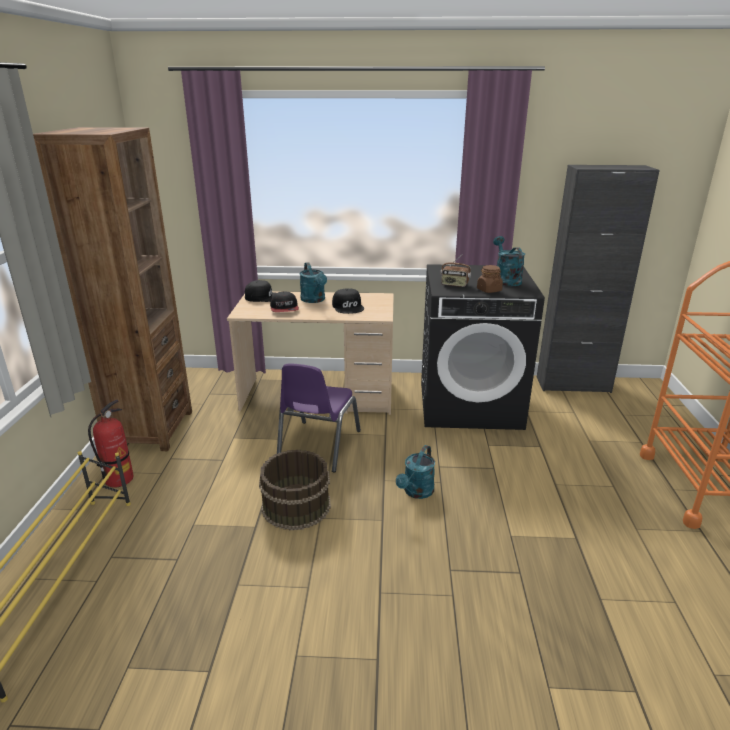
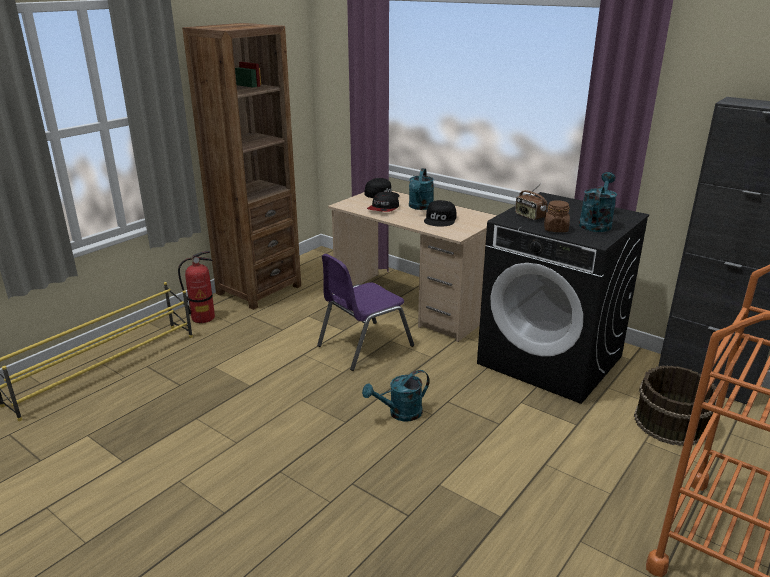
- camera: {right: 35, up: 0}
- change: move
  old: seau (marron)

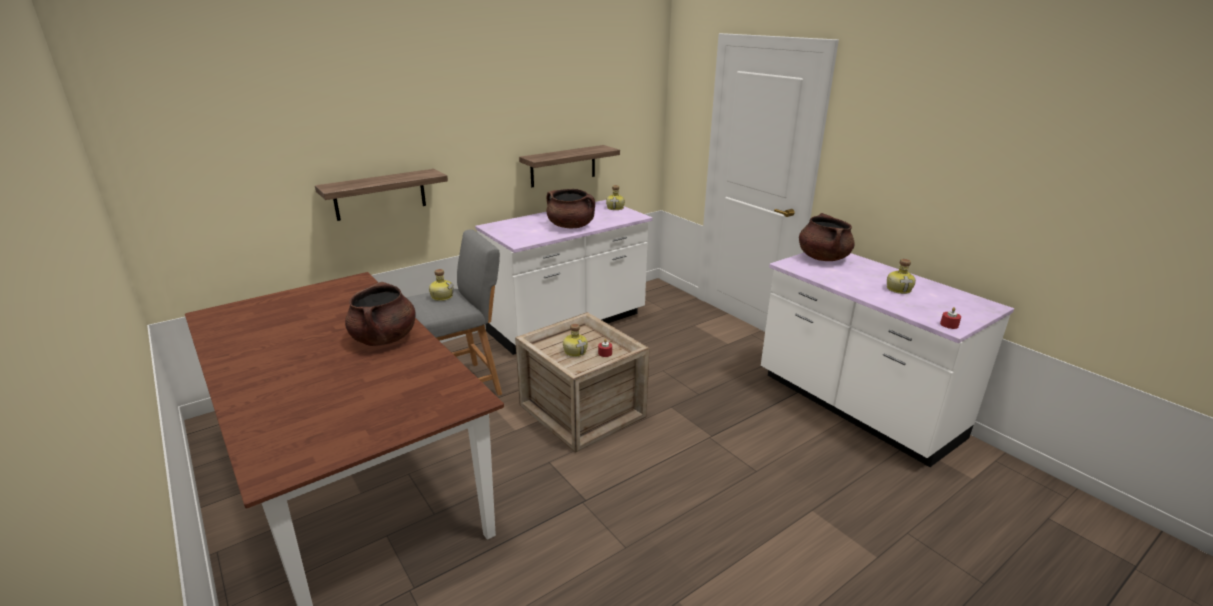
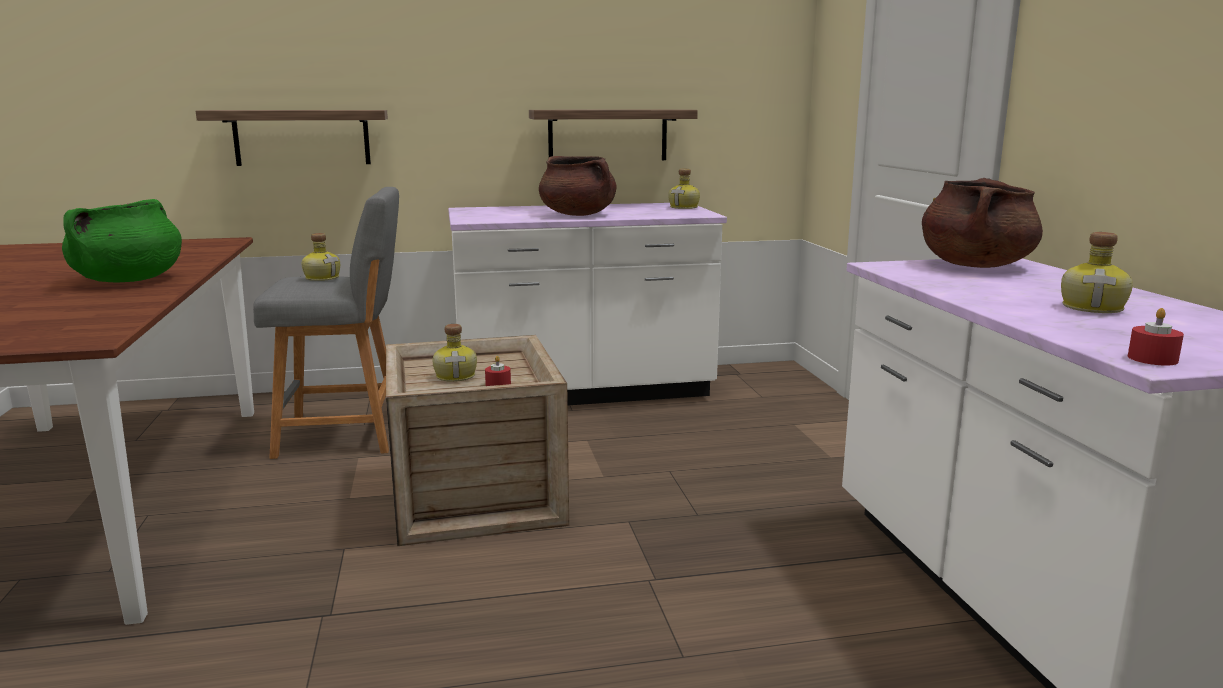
- camera: {right: 25, up: -10}
- change: recolor
  old: marmite (marron) (1st from left)
  new: marmite (vert)

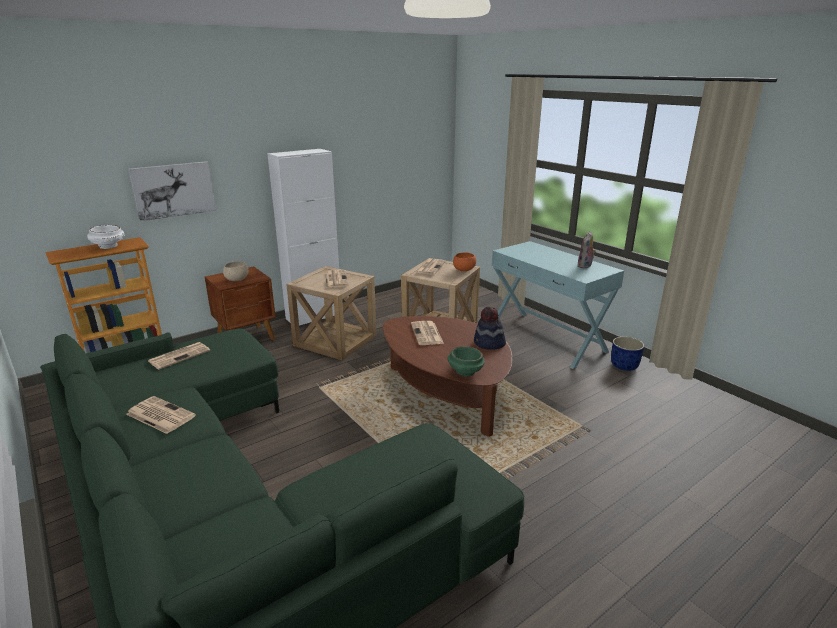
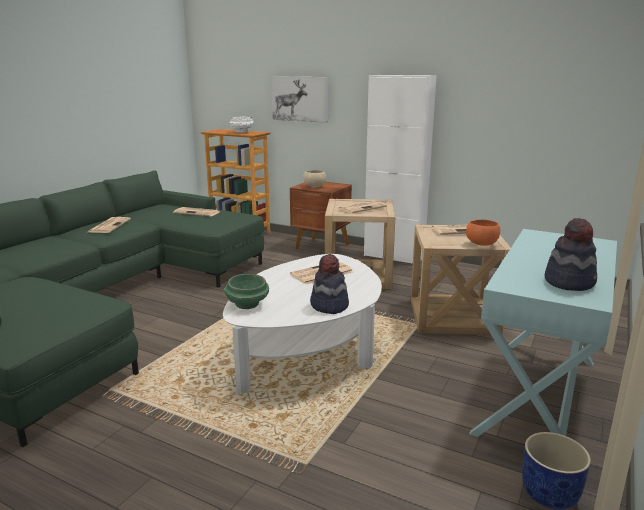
- camera: {right: 65, up: -5}
- change: replace
  old: peluche
  new: chapeau (2nd from left)
- change: recolor
  old: table basse (marron)
  new: table basse (blanc)

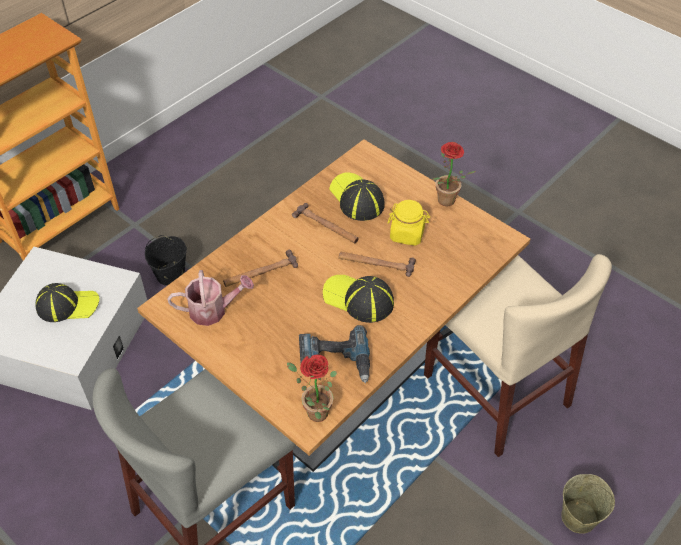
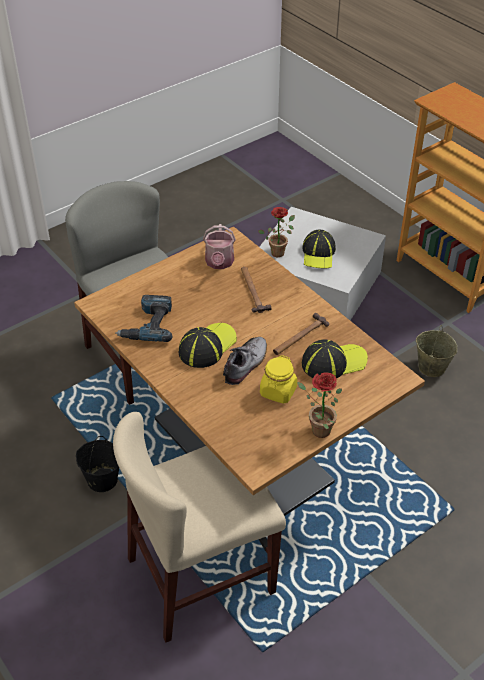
- camera: {right: 100, up: -5}
- change: move
  old: seau (noir)
- change: move
  old: plante en pot (1st from left)
- change: move
  old: seau (beige)
- change: replace
  old: marteau (3rd from left)
  new: chaussure

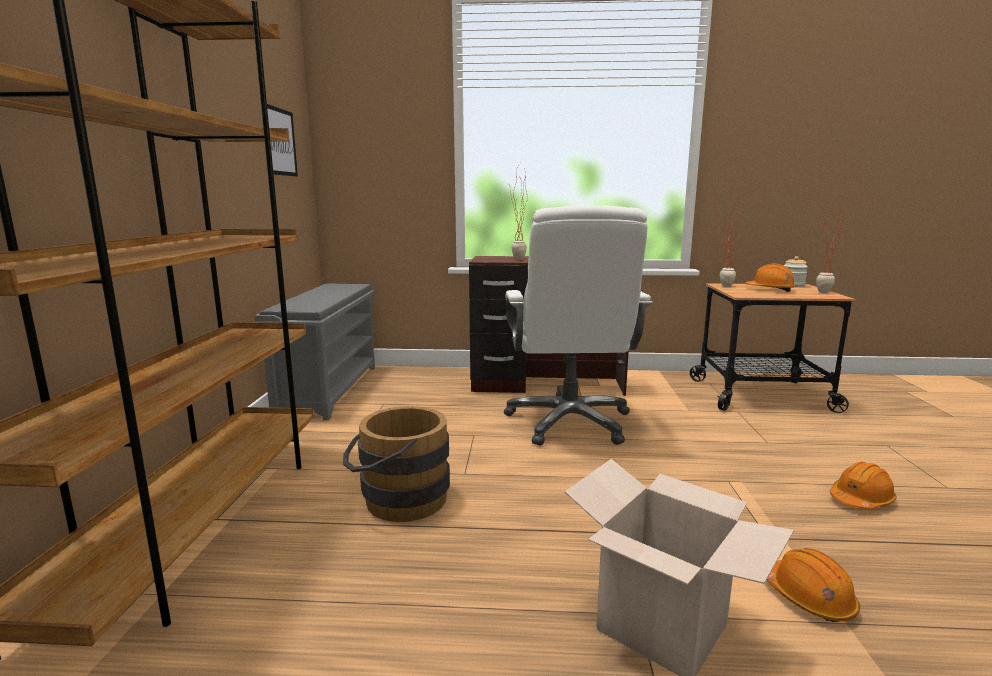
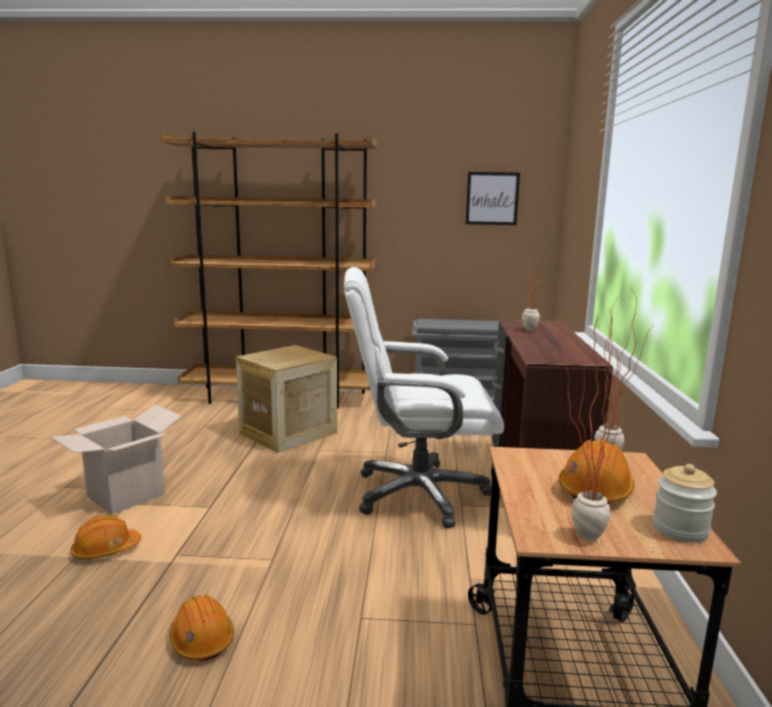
- camera: {right: 90, up: 0}
- change: replace
  old: seau (marron)
  new: caisse

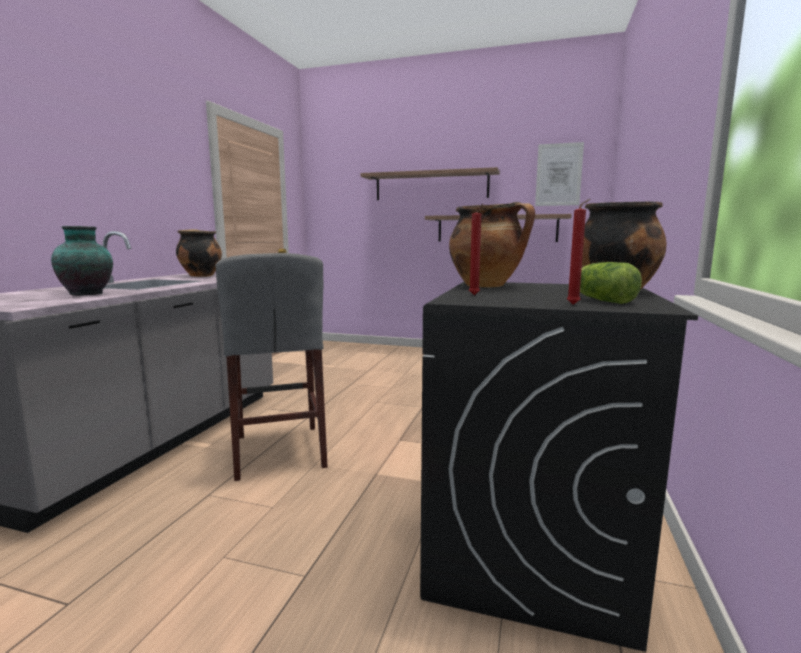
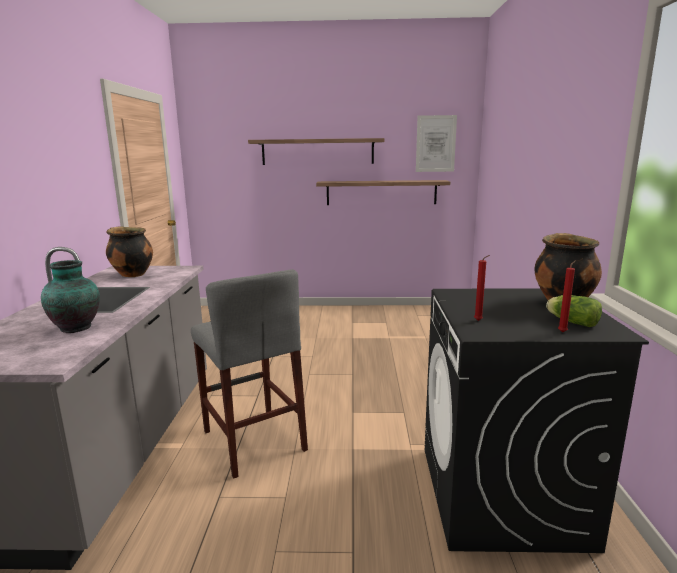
- camera: {right: -15, up: 5}
- change: delete
  old: marmite (2nd from left)

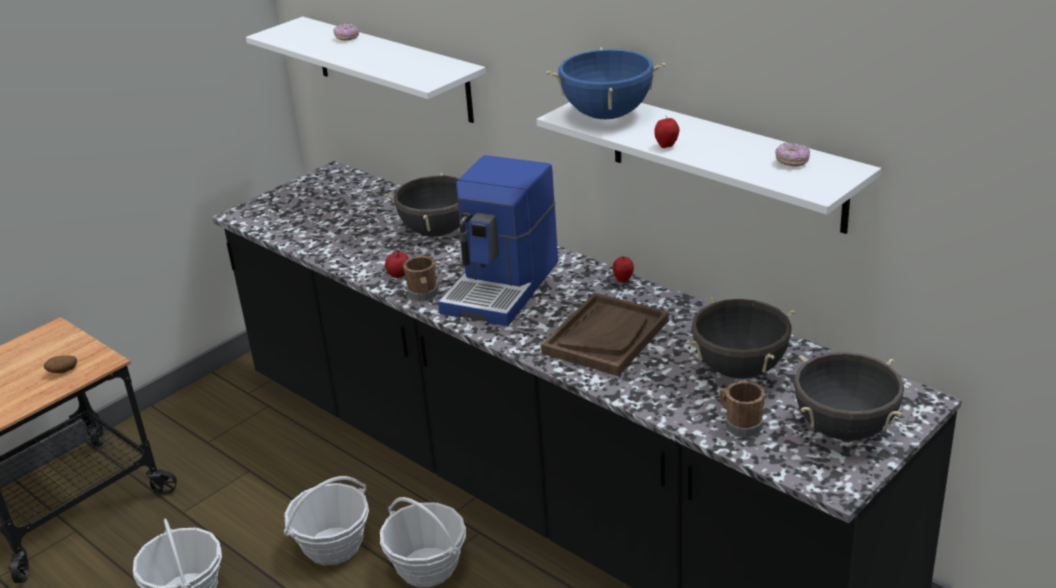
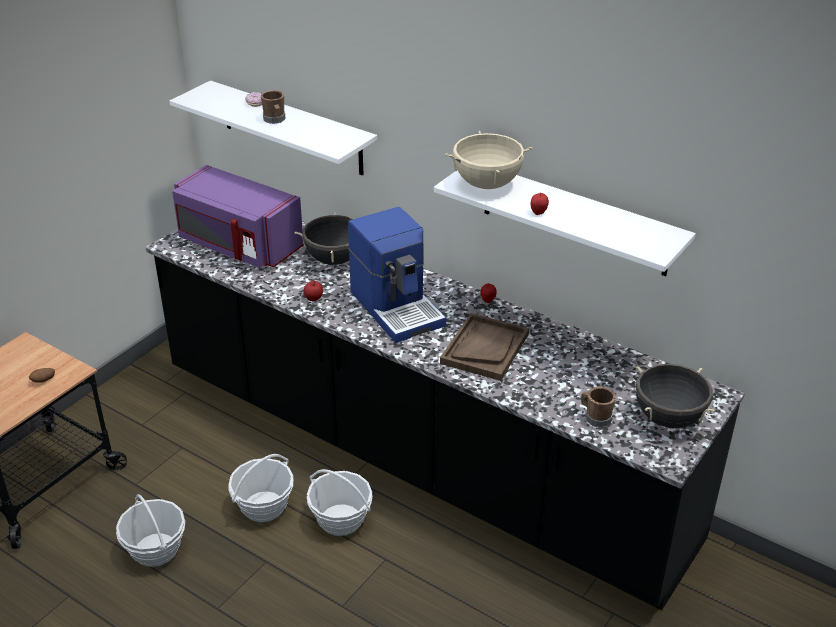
- camera: {right: -10, up: 5}
- change: delete
  old: marmite (noir) (2nd from left)
- change: delete
  old: beignet (2nd from left)
- change: insert
  new: micro-ondes (violet)
- change: move
  old: mug (marron) (1st from left)
- change: recolor
  old: marmite (bleu)
  new: marmite (beige)
- change: rotate
  old: machine à café
  degrees: -45

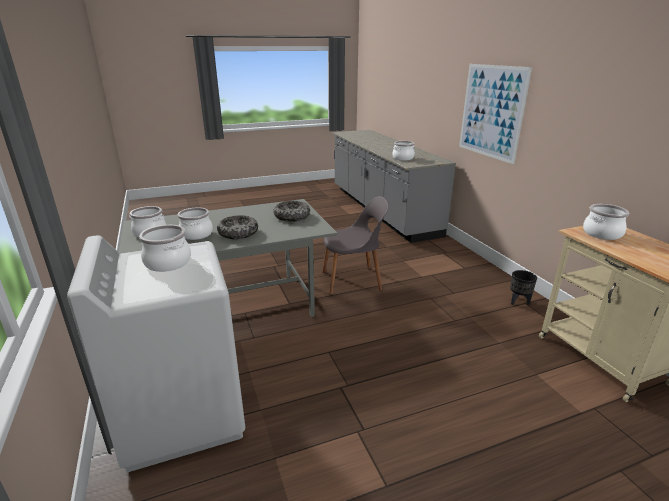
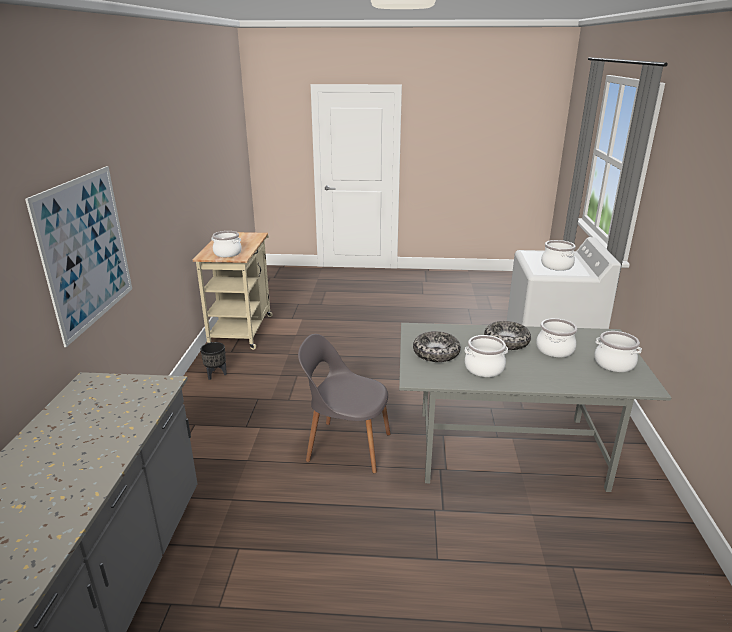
- camera: {right: -155, up: 0}
- change: move
  old: marmite (4th from left in the first image)
  new: marmite (2nd from left)

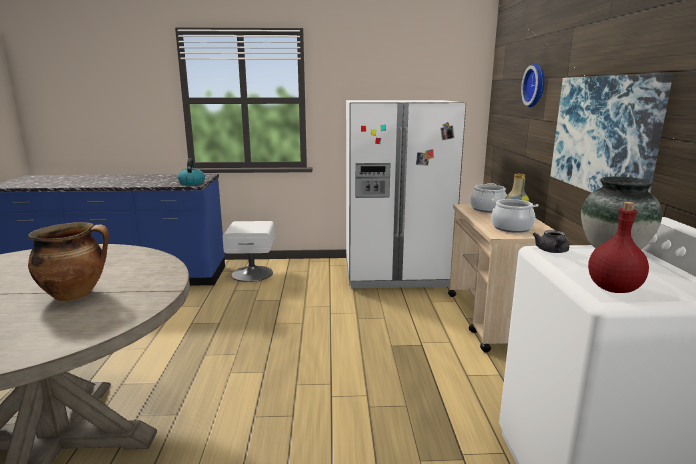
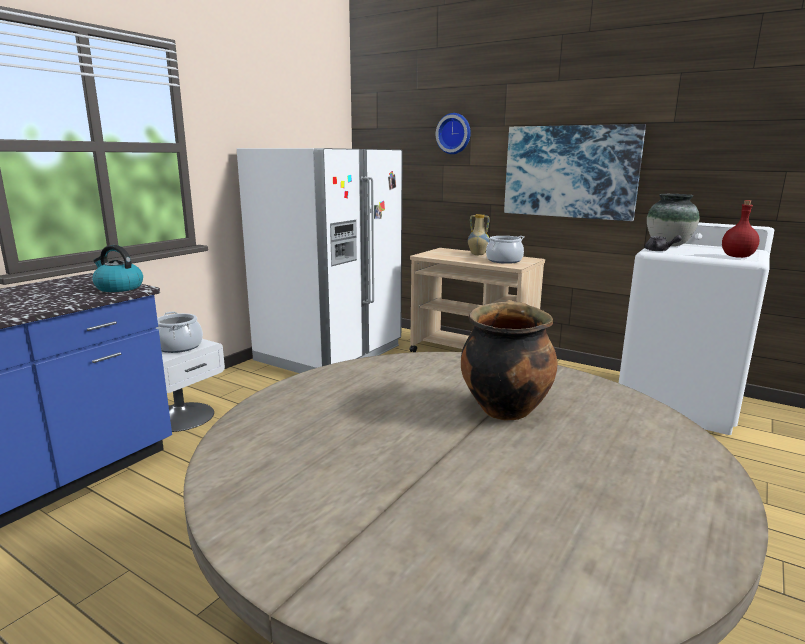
- camera: {right: -55, up: 0}
- change: move
  old: marmite (2nd from left in the first image)
  new: marmite (1st from left)

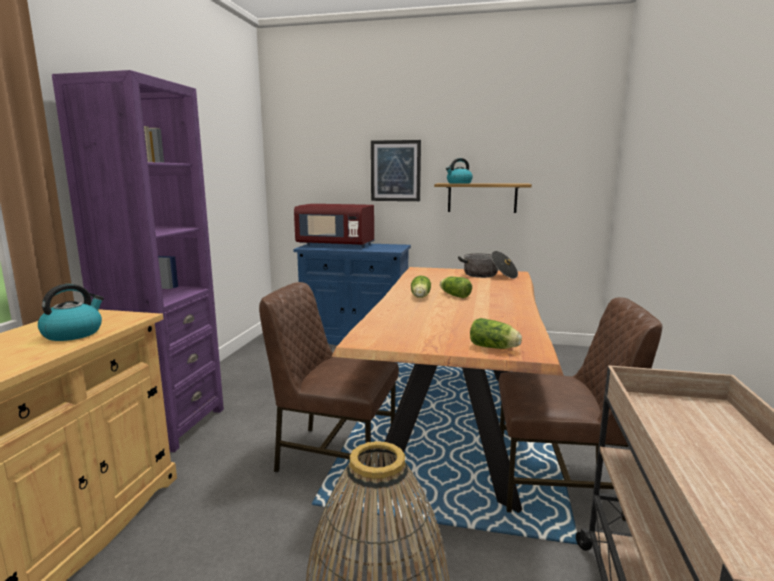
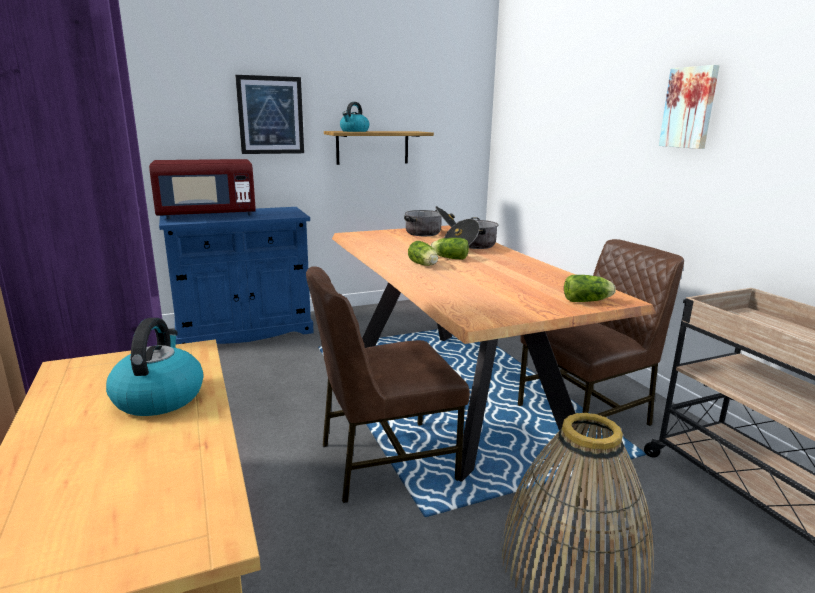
- camera: {right: -35, up: 5}
- change: insert
  new: marmite (2nd from left)
- change: insert
  new: tableau (2nd from left)

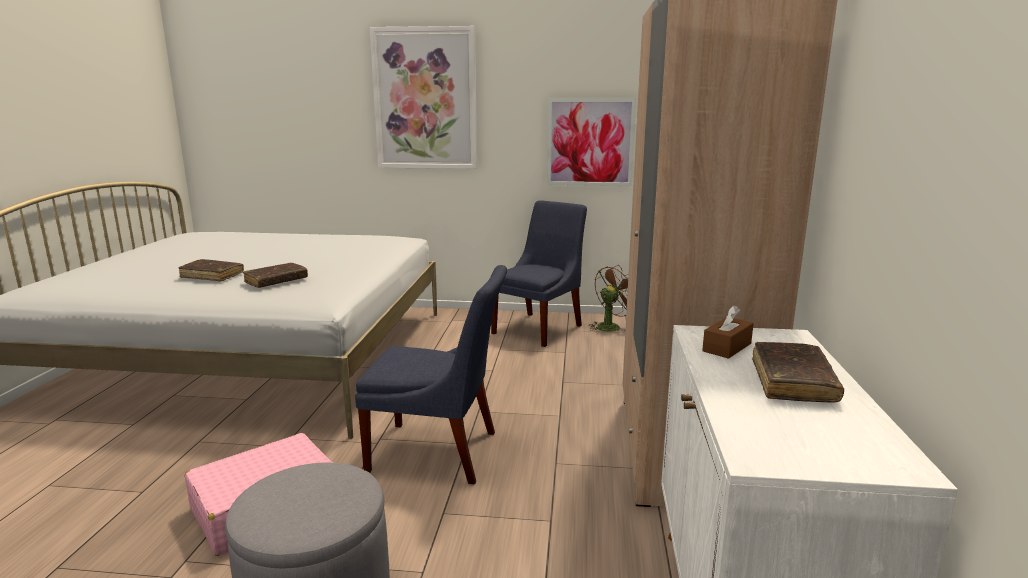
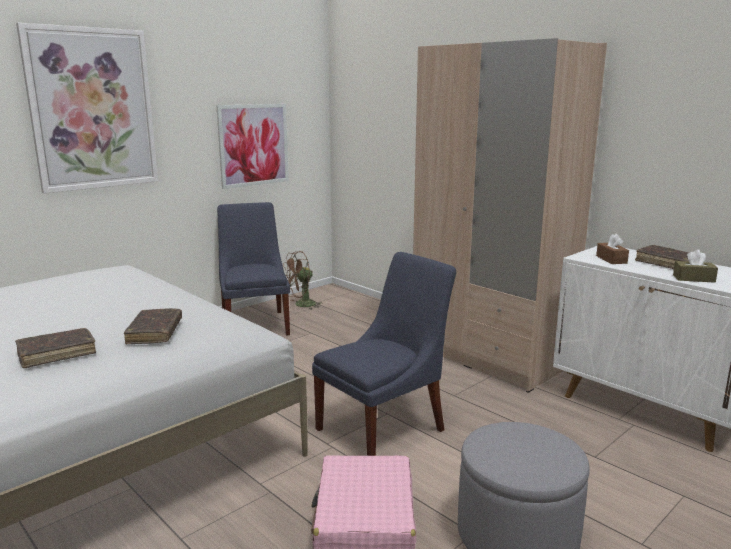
- camera: {right: -50, up: 0}
- change: insert
  new: boîte à mouchoirs (marron) (2nd from left)
- change: rotate
  old: ventilateur (marron)
  degrees: -120

